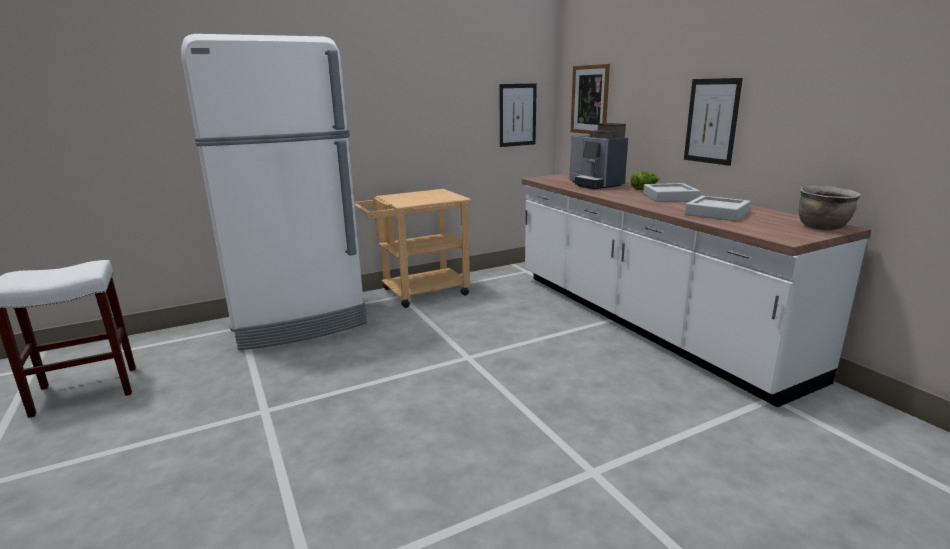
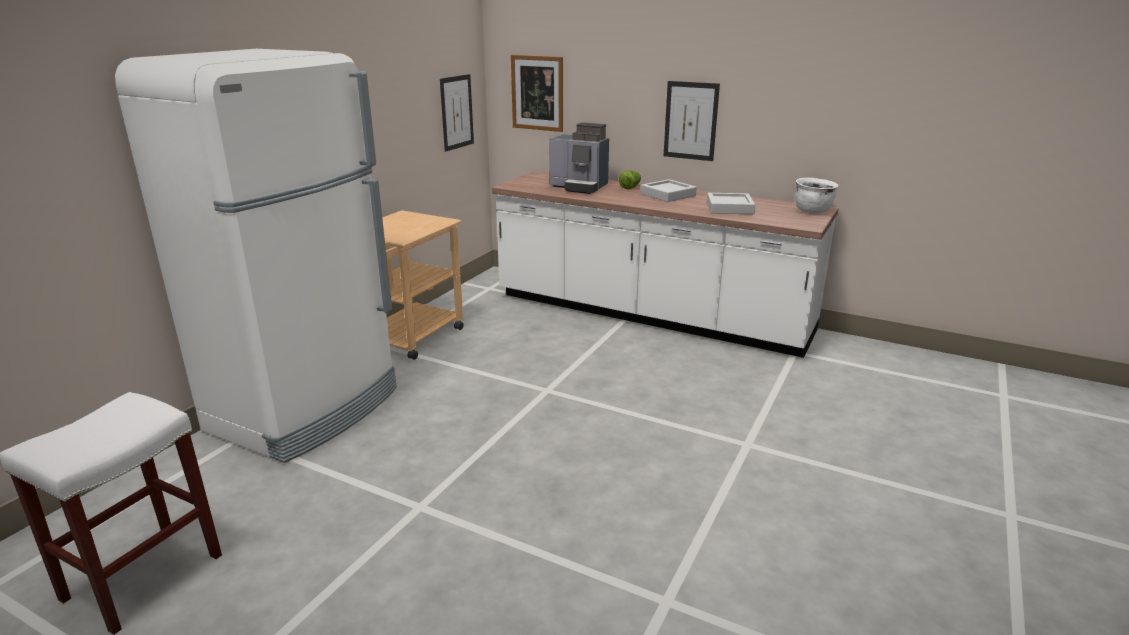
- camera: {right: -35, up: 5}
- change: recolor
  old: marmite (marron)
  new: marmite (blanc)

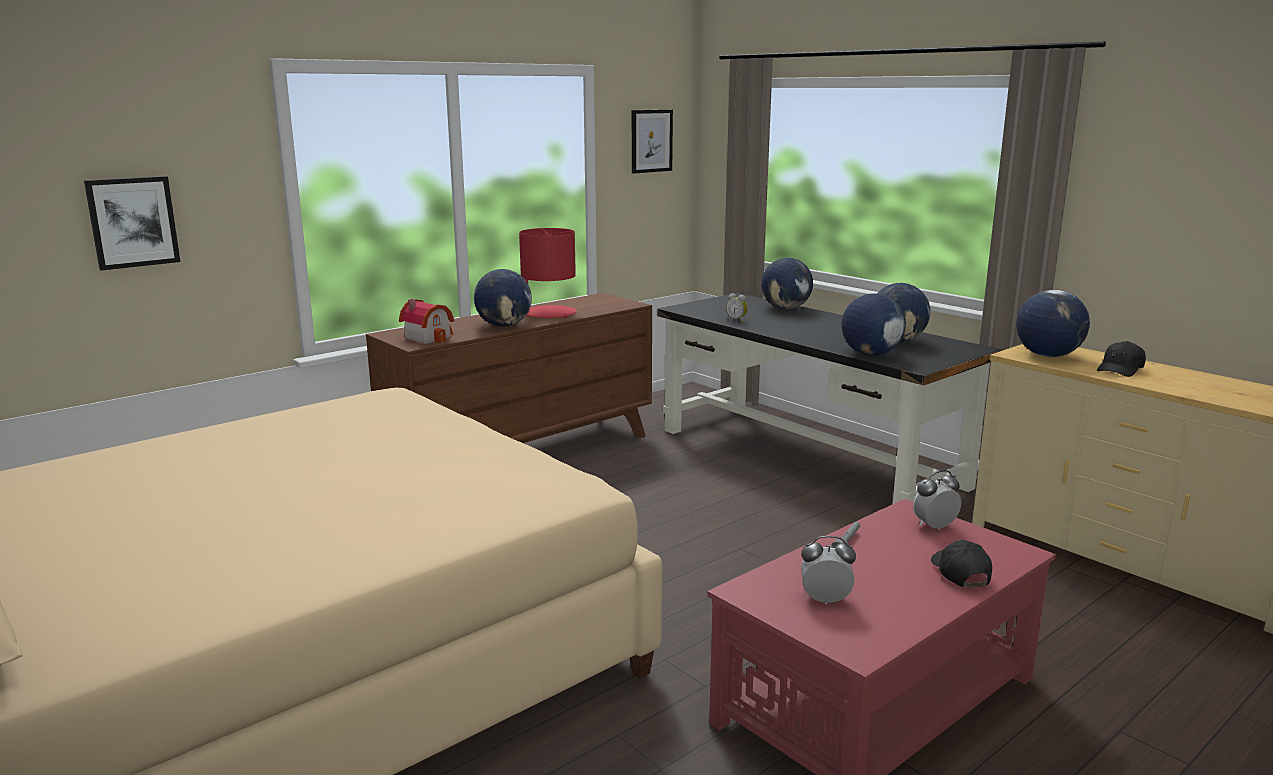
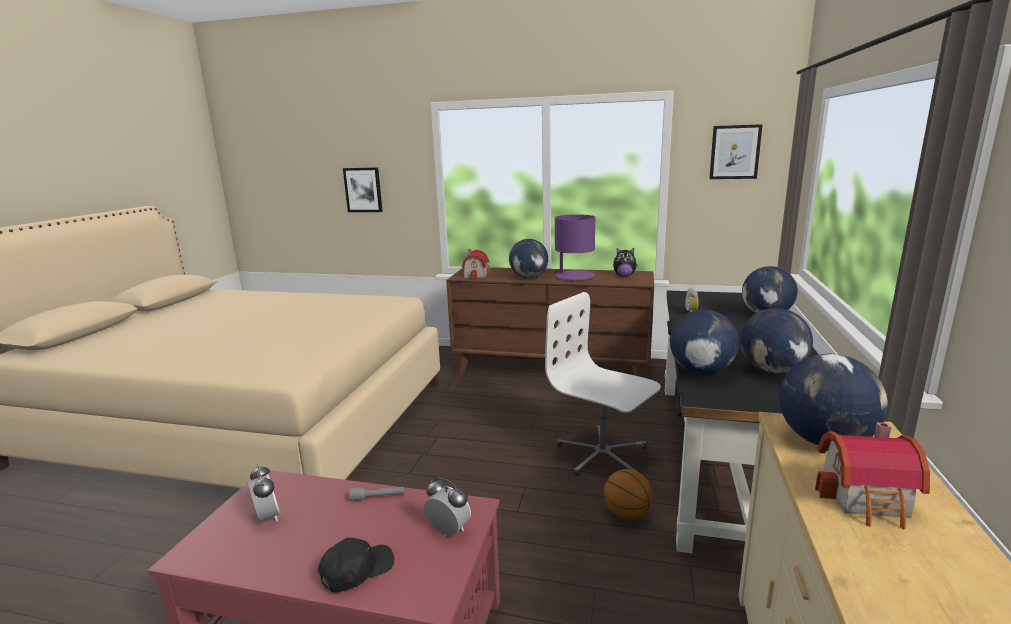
- camera: {right: 55, up: 0}
- change: insert
  new: chaise de bureau (blanc)
- change: insert
  new: ballon de basket
- change: insert
  new: peluche
- change: replace
  old: casquette (noir) (2nd from left)
  new: maison miniature (2nd from left)
- change: recolor
  old: lampe de table (rouge)
  new: lampe de table (violet)

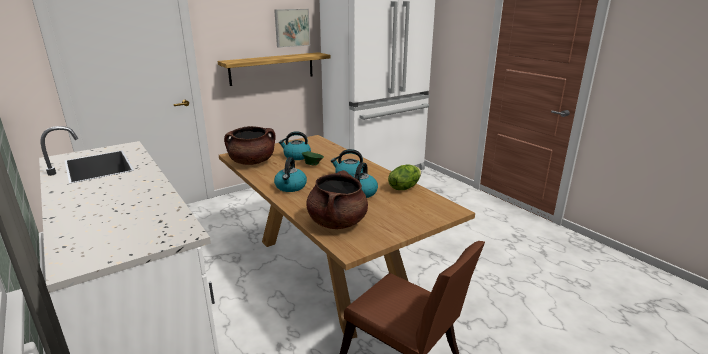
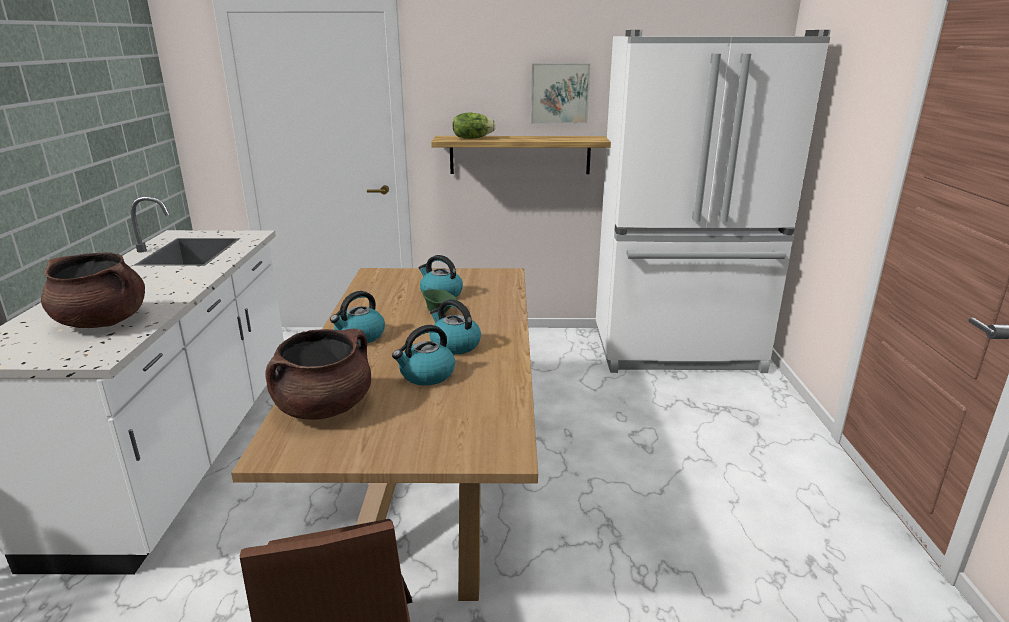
- camera: {right: 35, up: 0}
- change: move
  old: marmite (marron) (1st from left)
- change: move
  old: laitue

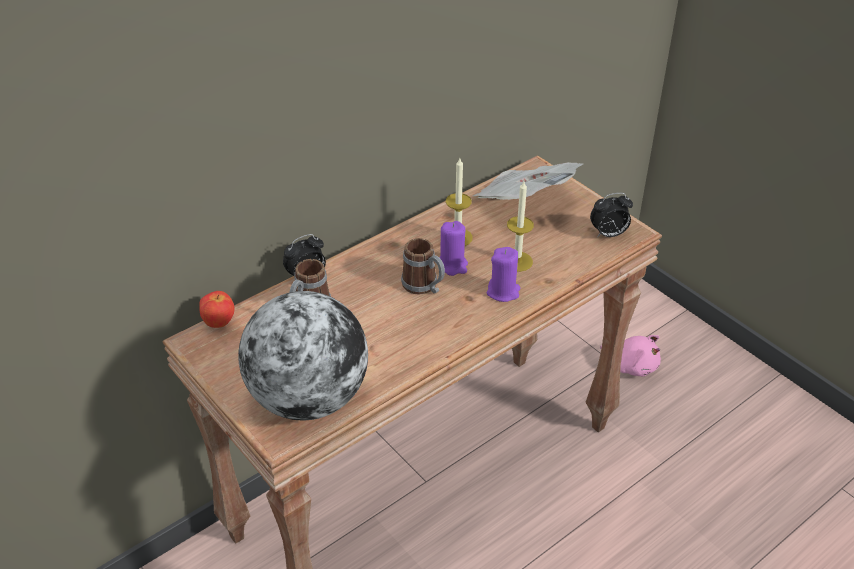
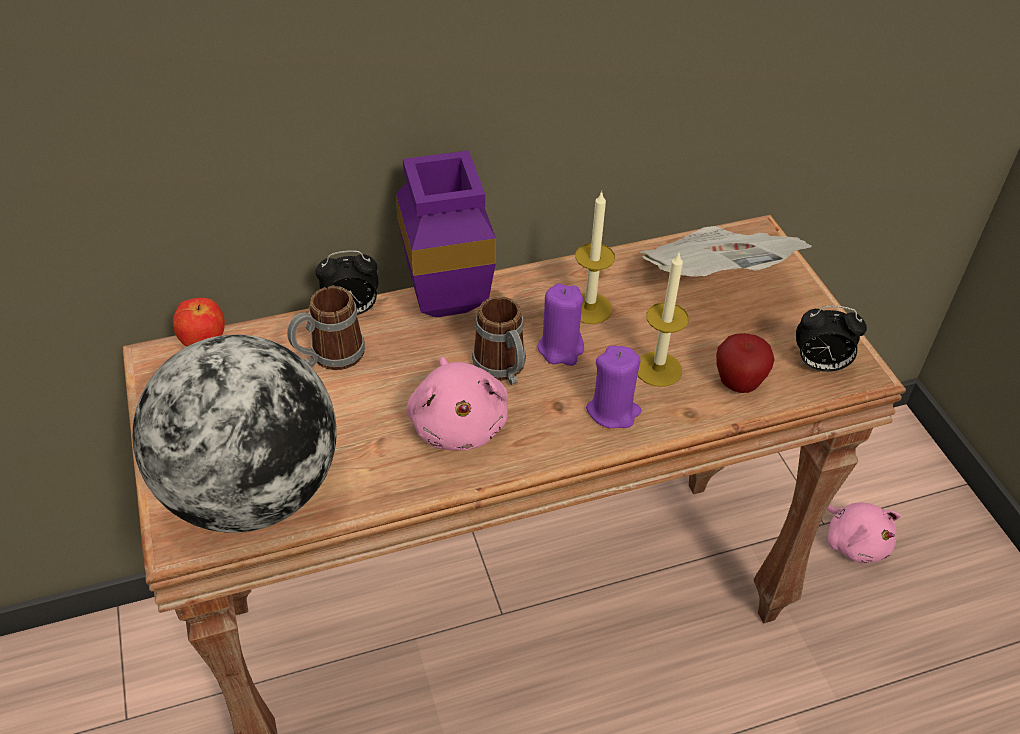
- camera: {right: 20, up: 5}
- change: insert
  new: vase (violet)
- change: insert
  new: peluche (rose) (1st from left)
- change: insert
  new: pomme (2nd from left)

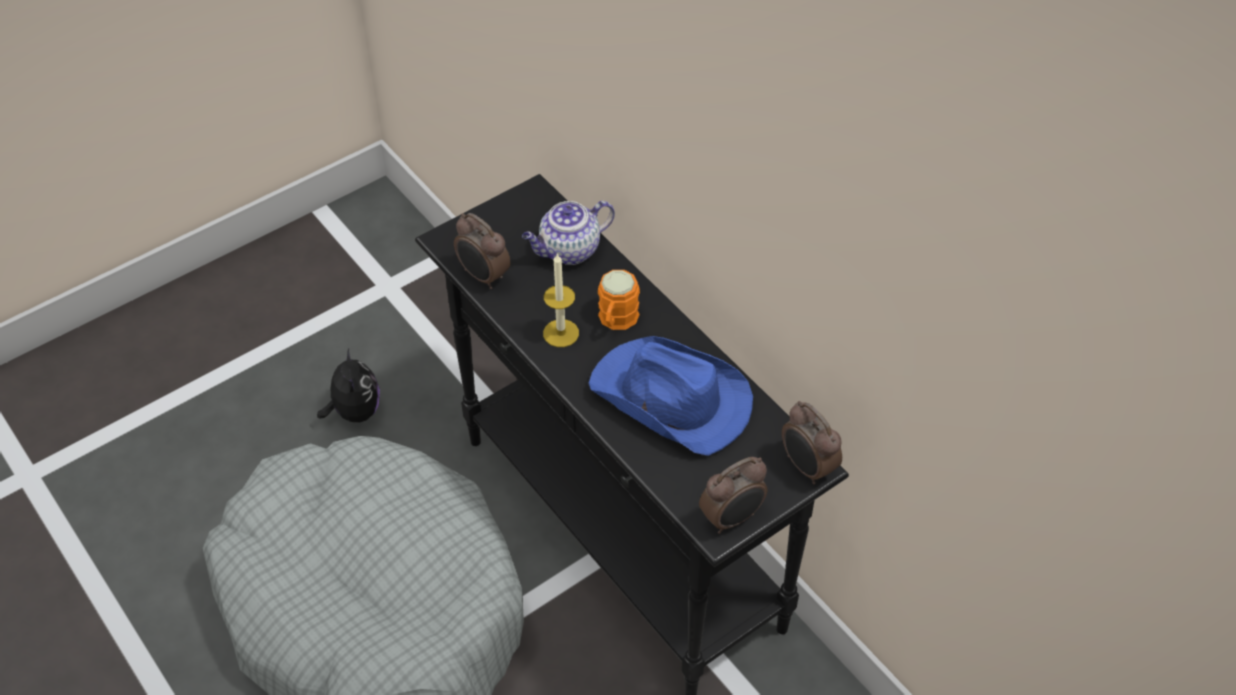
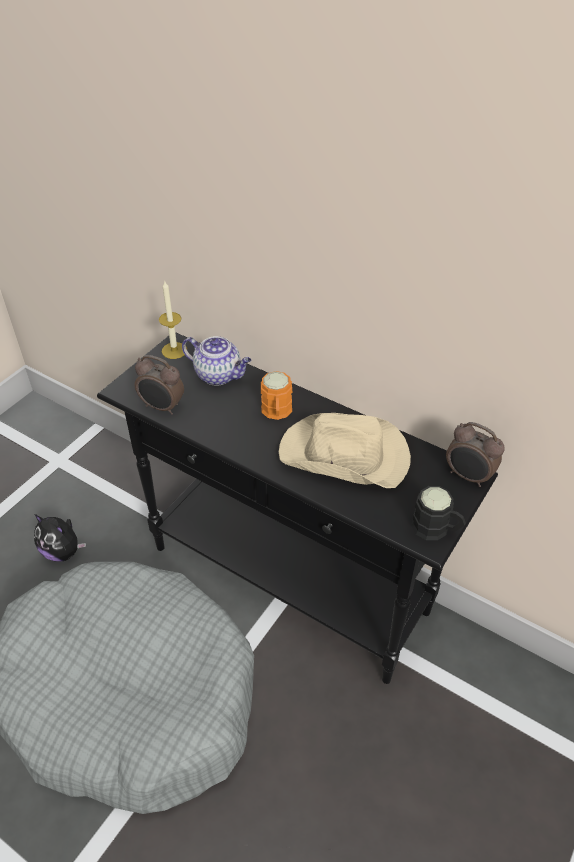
- camera: {right: -20, up: -5}
- change: move
  old: bougie
- change: replace
  old: réveil (2nd from left)
  new: mug (noir)
- change: recolor
  old: chapeau (bleu)
  new: chapeau (beige)
- change: rotate
  old: peluche
  degrees: 150
- change: rotate
  old: théière
  degrees: -105

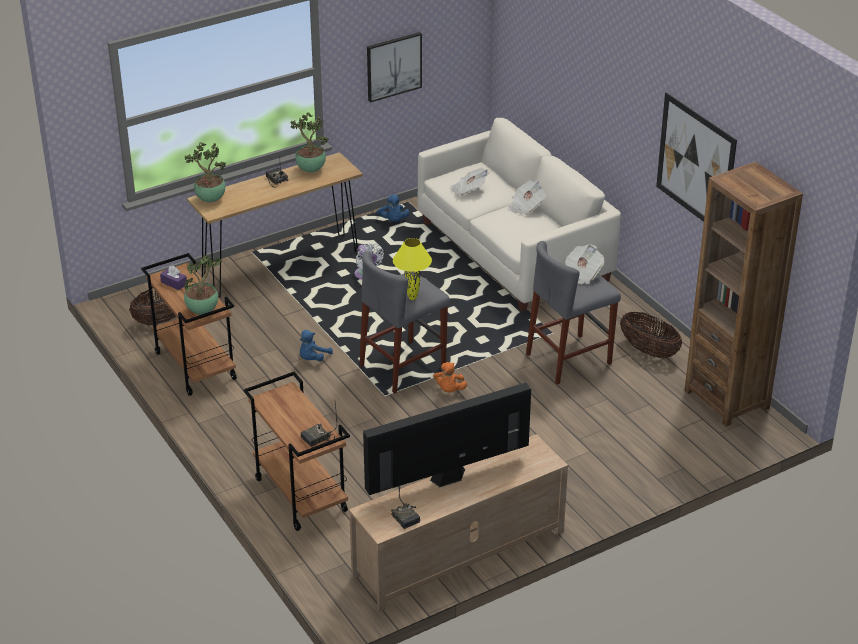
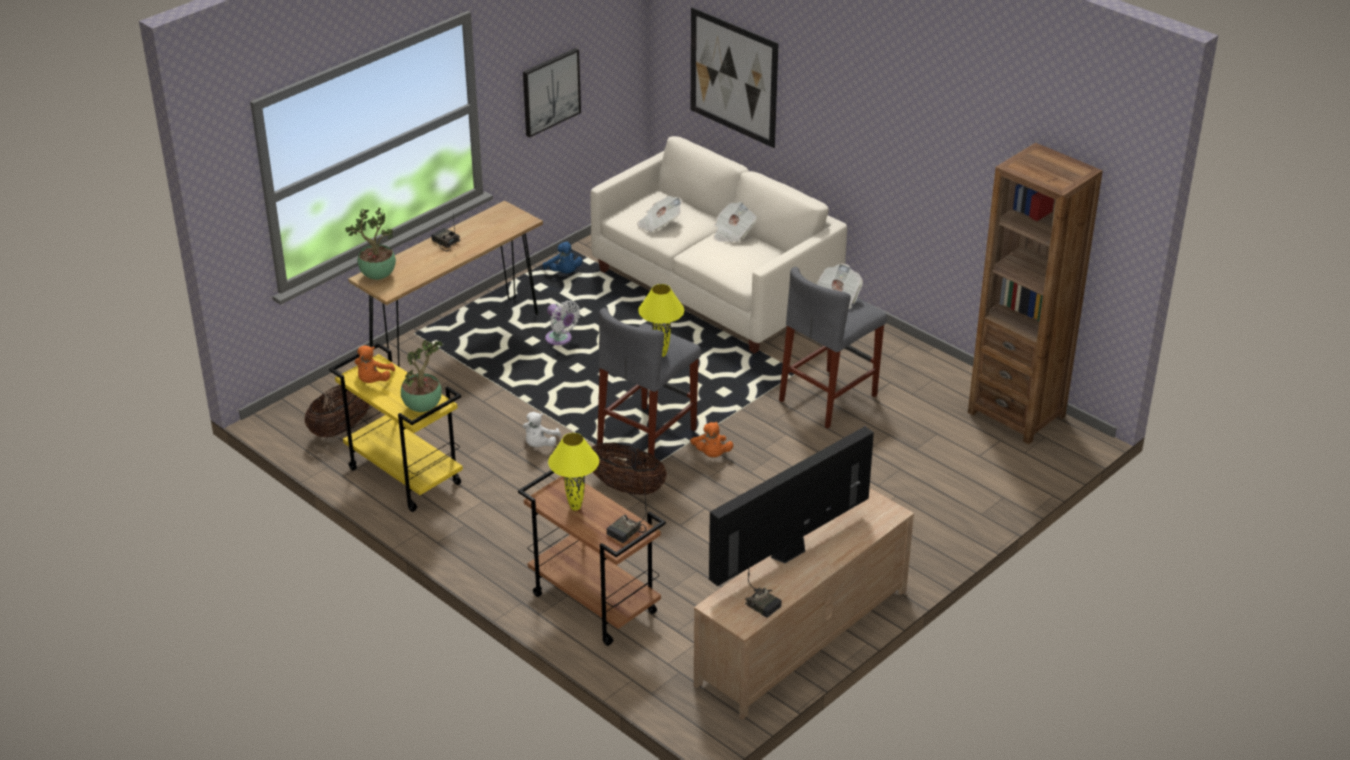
- camera: {right: -15, up: 0}
- change: delete
  old: plante en pot (3rd from left)
- change: insert
  new: lampe de table (jaune) (1st from left)
- change: move
  old: panier (2nd from left)
- change: move
  old: tableau (2nd from left)
- change: replace
  old: boîte à mouchoirs (violet)
  new: peluche (orange) (1st from left)
- change: recolor
  old: chariot (marron) (1st from left)
  new: chariot (jaune)
- change: recolor
  old: peluche (bleu) (1st from left)
  new: peluche (blanc)

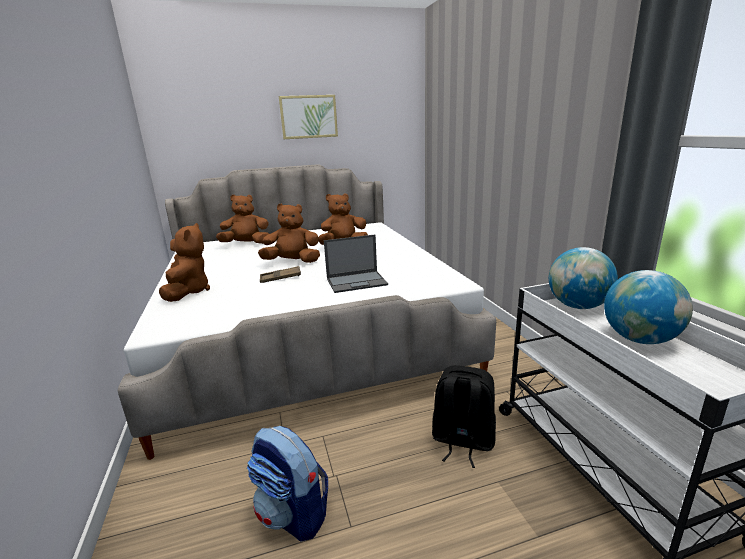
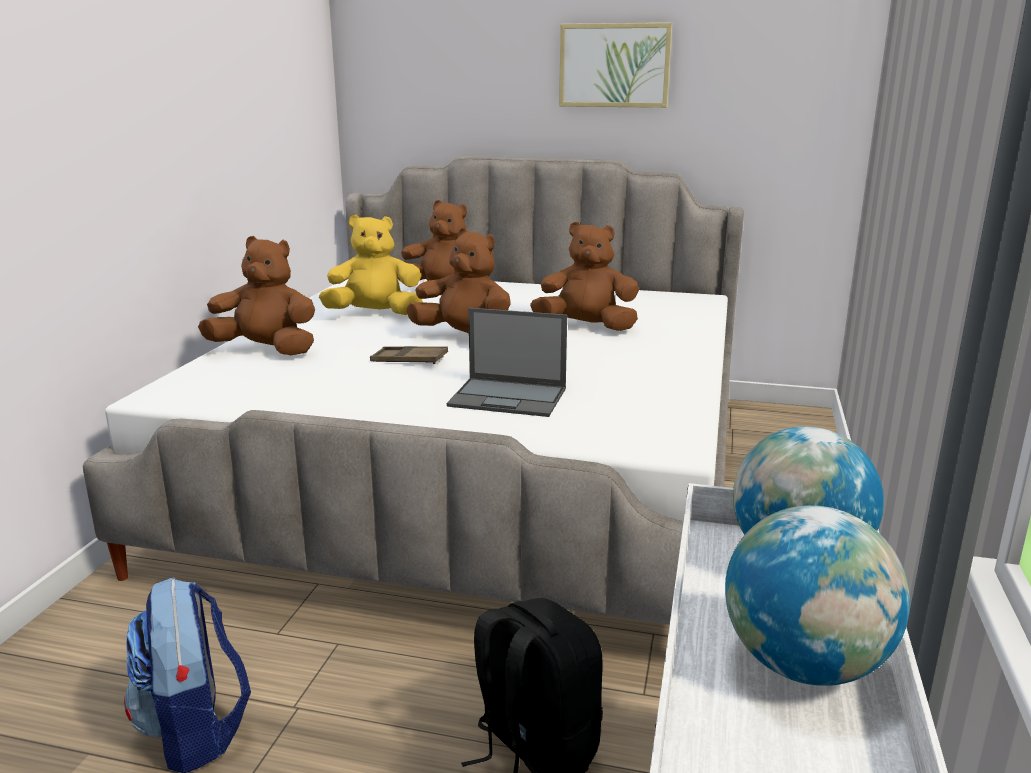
- camera: {right: 30, up: 0}
- change: insert
  new: peluche (jaune)
- change: rotate
  old: peluche (marron) (1st from left)
  degrees: -105

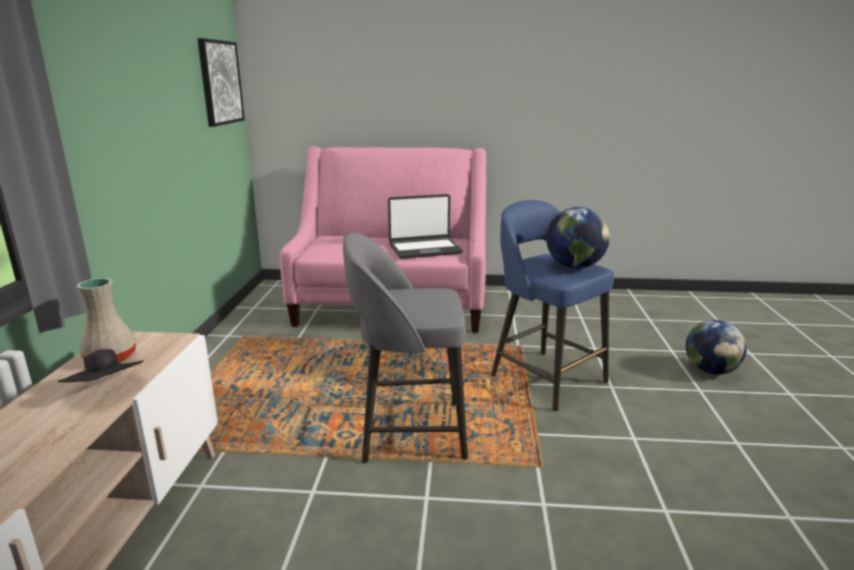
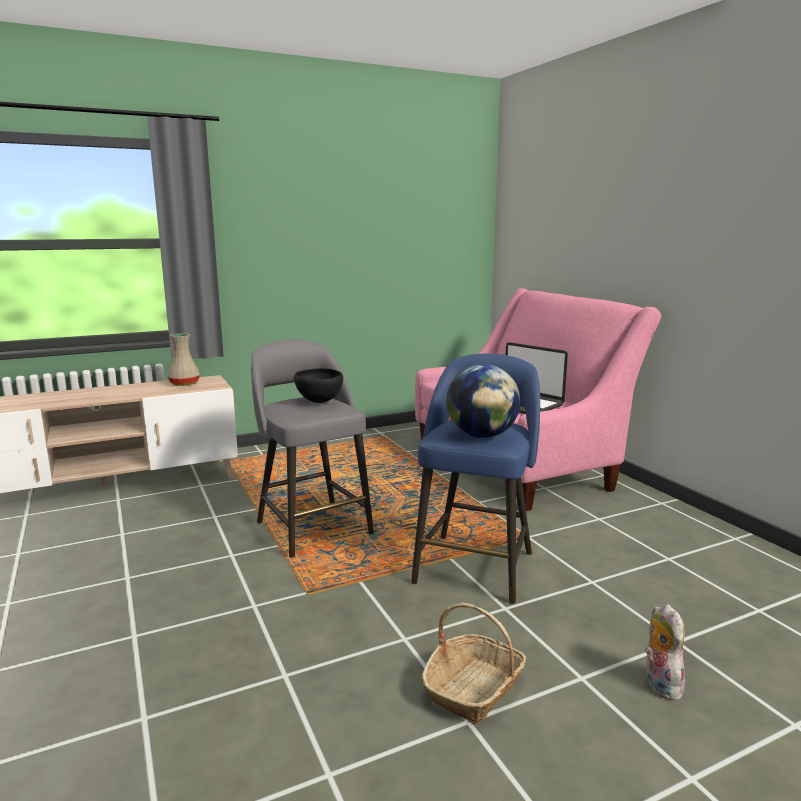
- camera: {right: 60, up: -5}
- change: delete
  old: chapeau (noir)
- change: delete
  old: tableau
- change: insert
  new: bol (noir)
- change: insert
  new: panier
- change: replace
  old: globe (2nd from left)
  new: peluche

